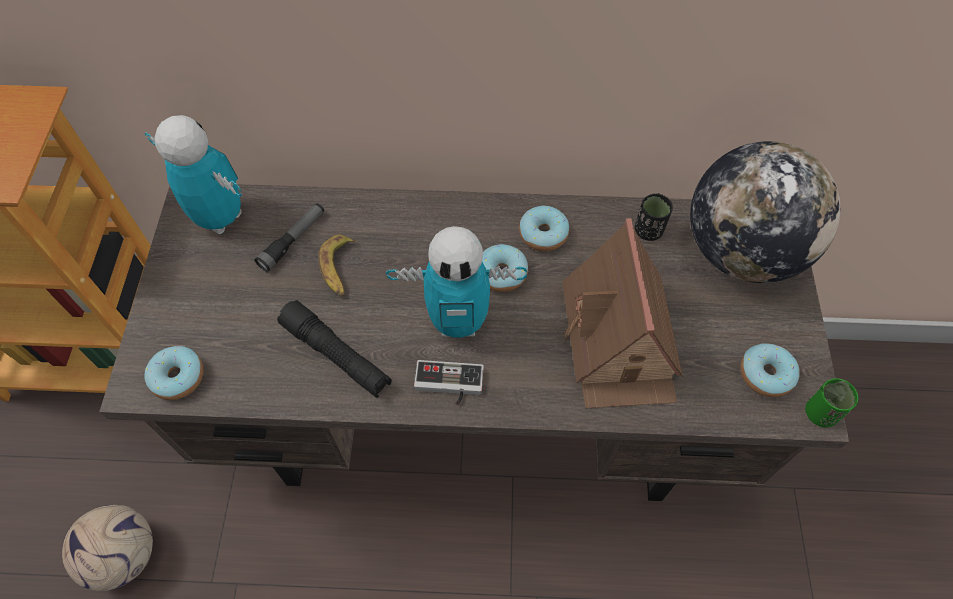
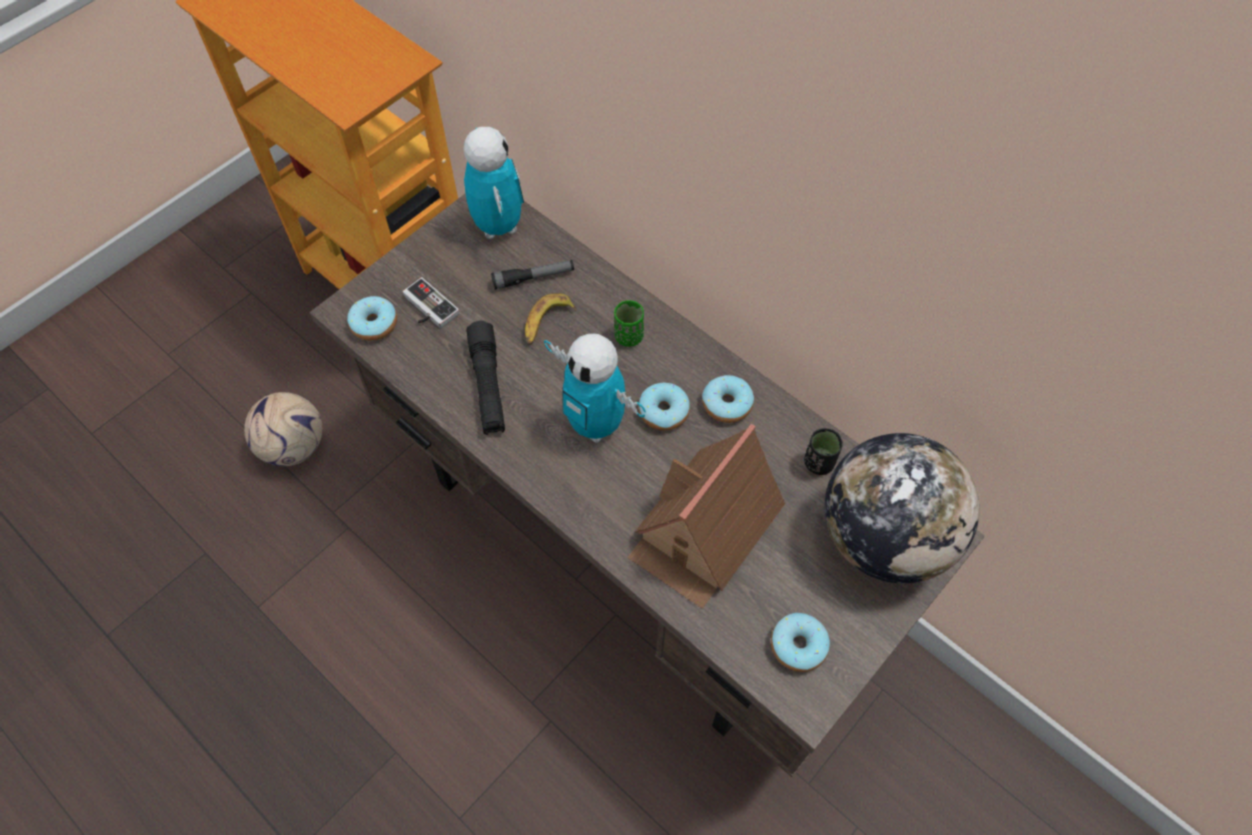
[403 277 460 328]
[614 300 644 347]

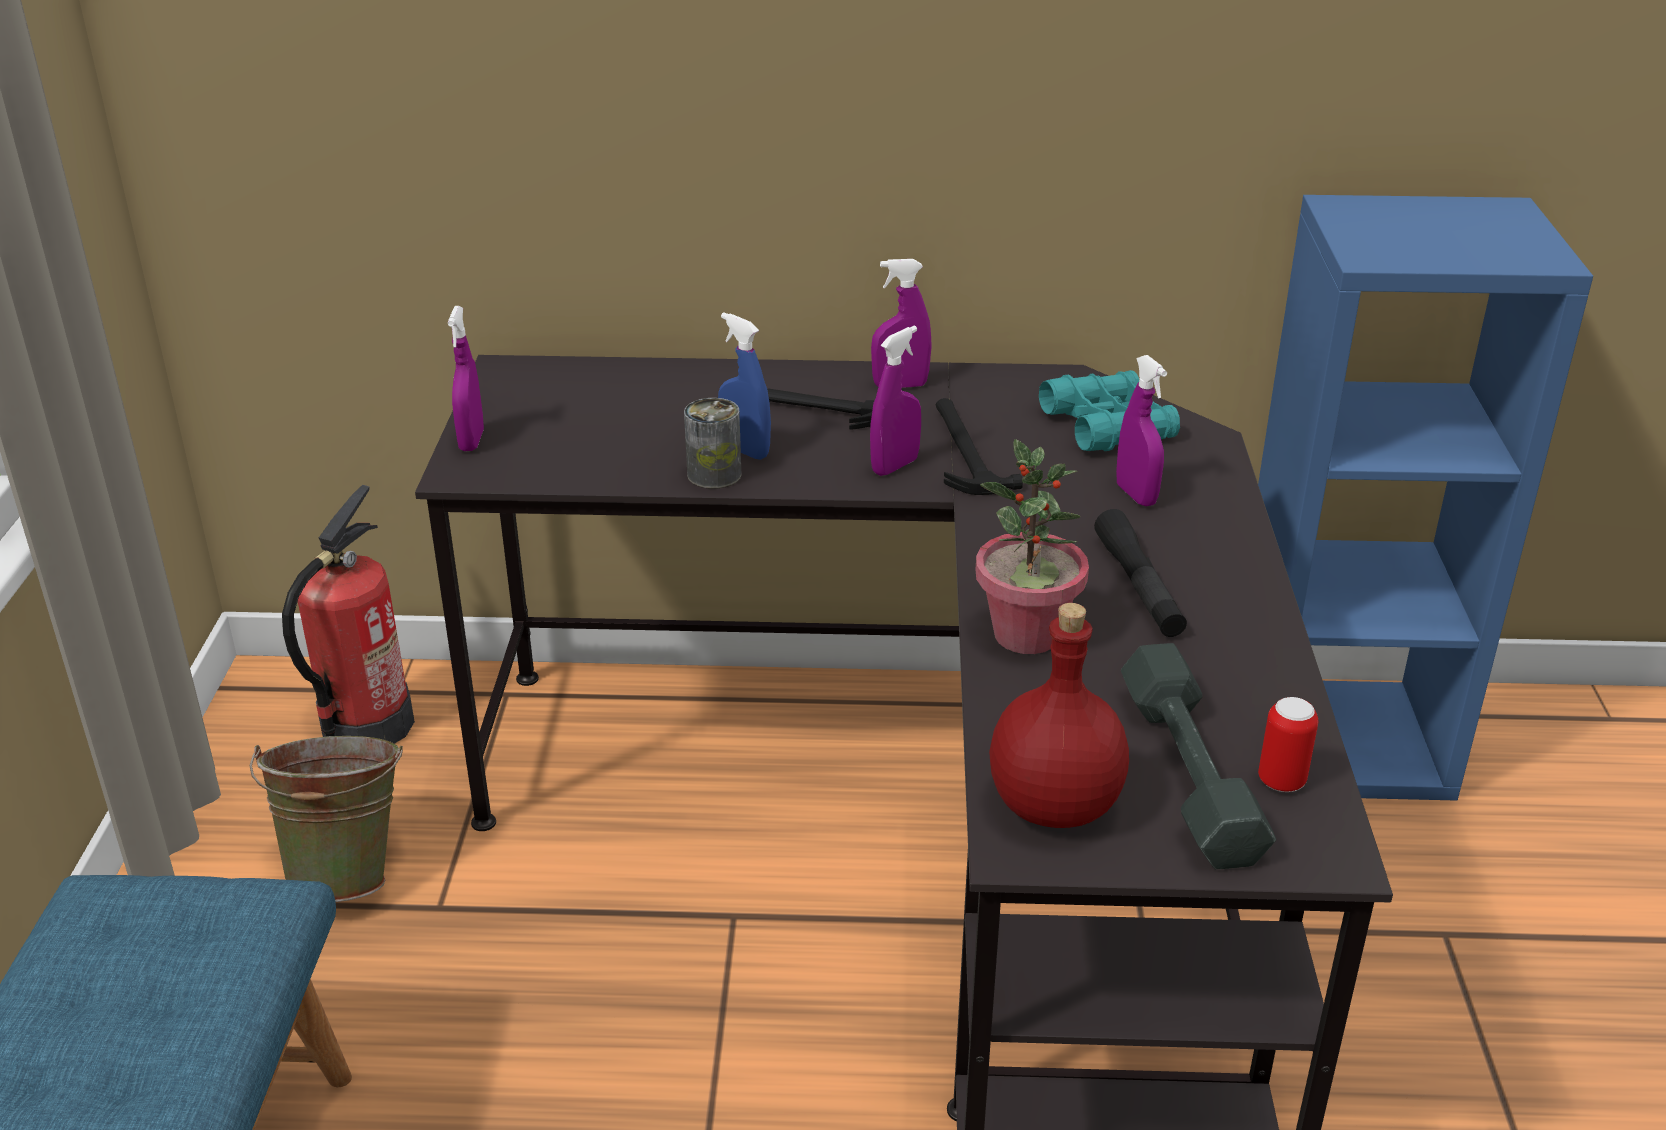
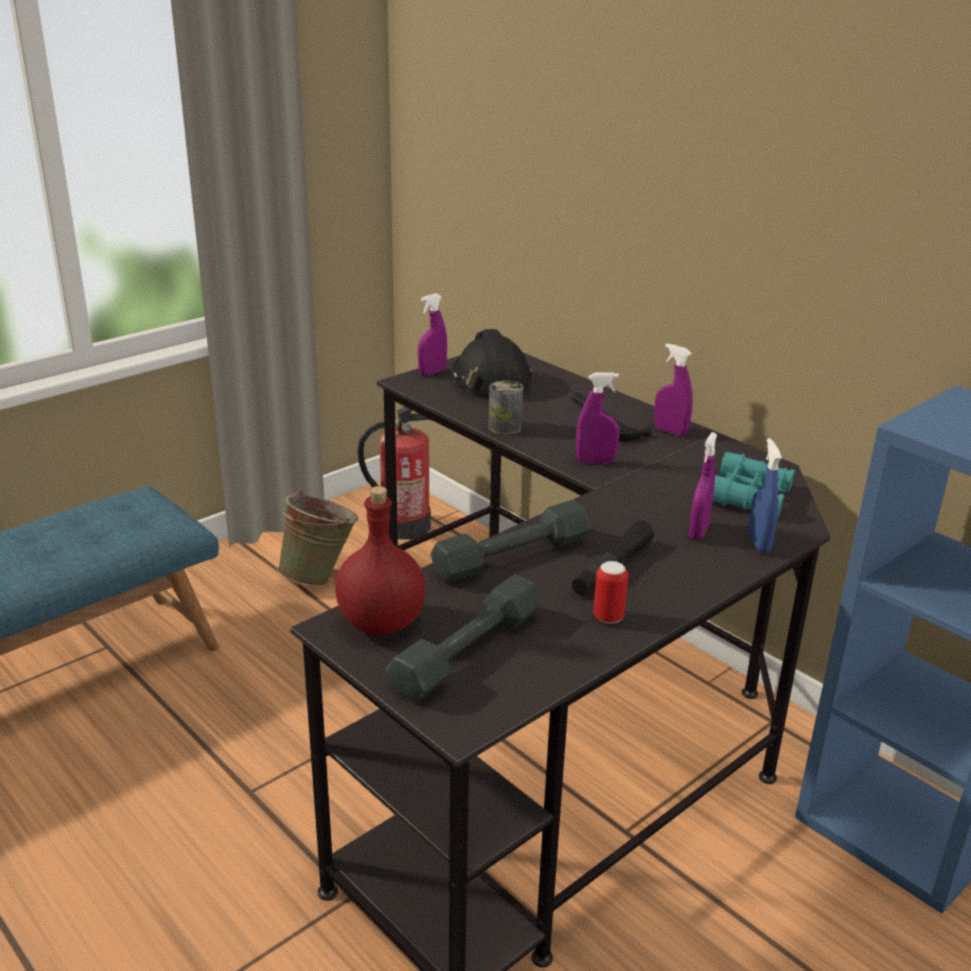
[748 438 782 553]
[936 398 1023 495] (first image)
[431 500 591 583]
[593 561 628 623]
[452 329 533 399]

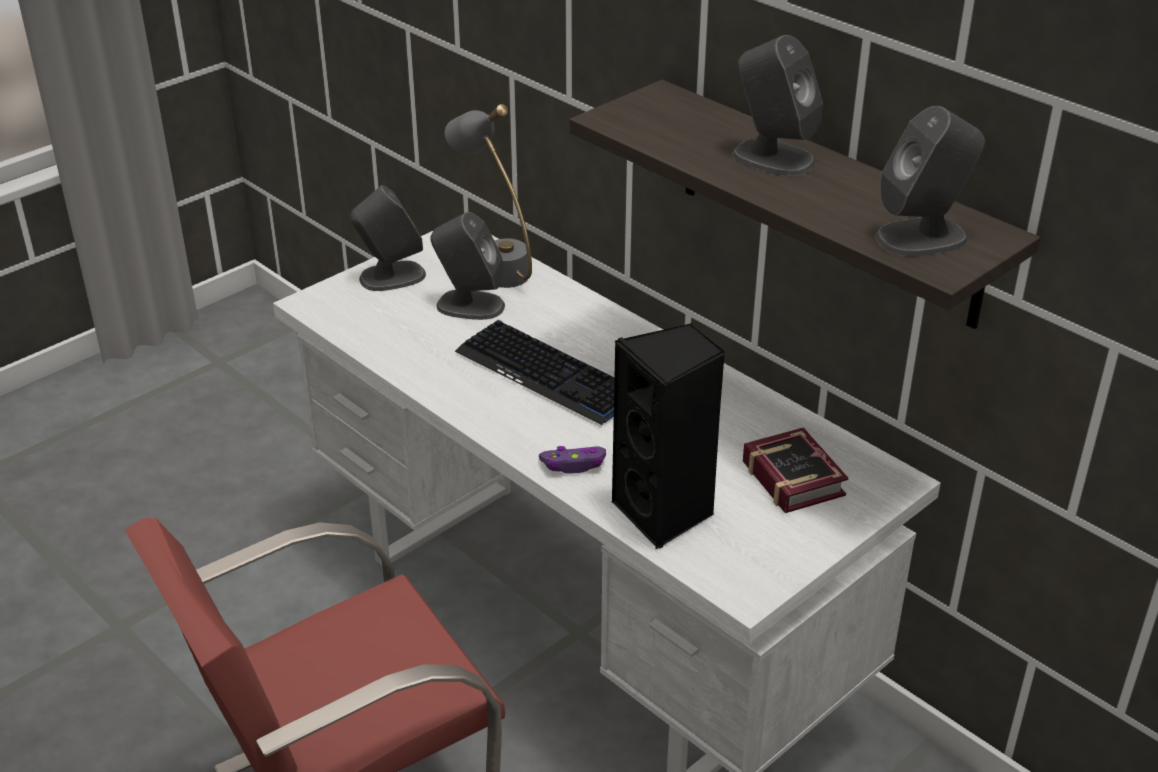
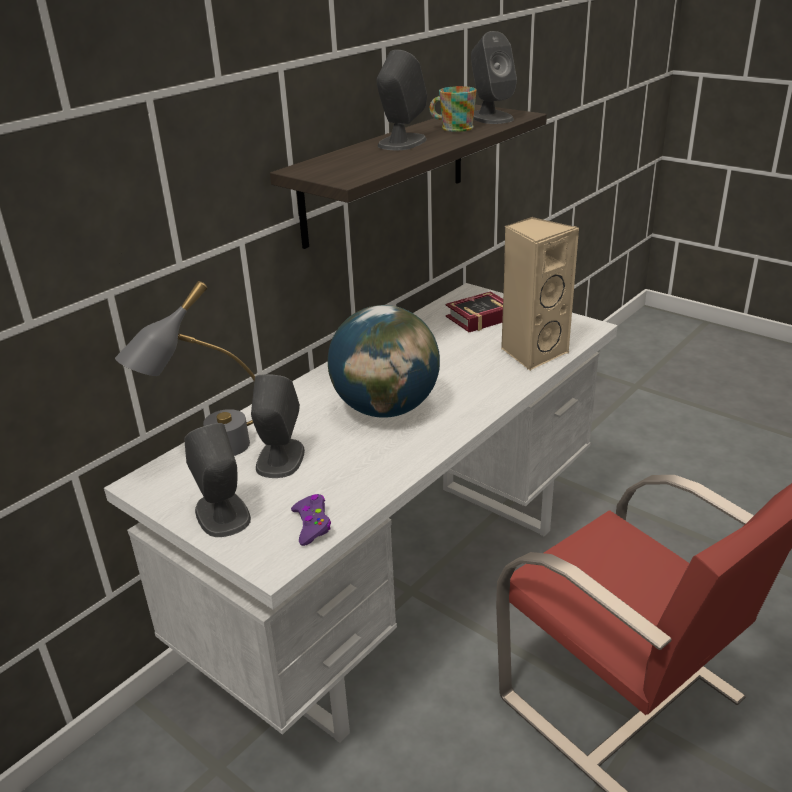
[328 305 440 418]
[291 494 331 546]
[501 217 579 371]
[429 86 477 132]

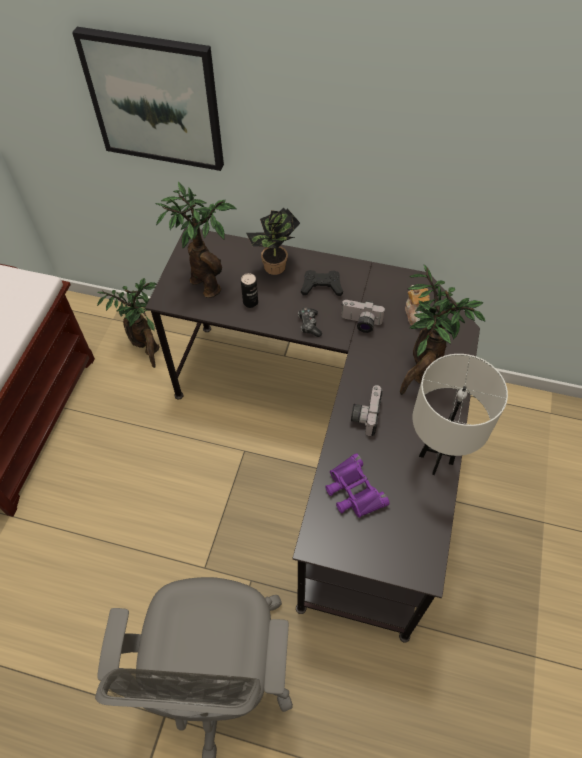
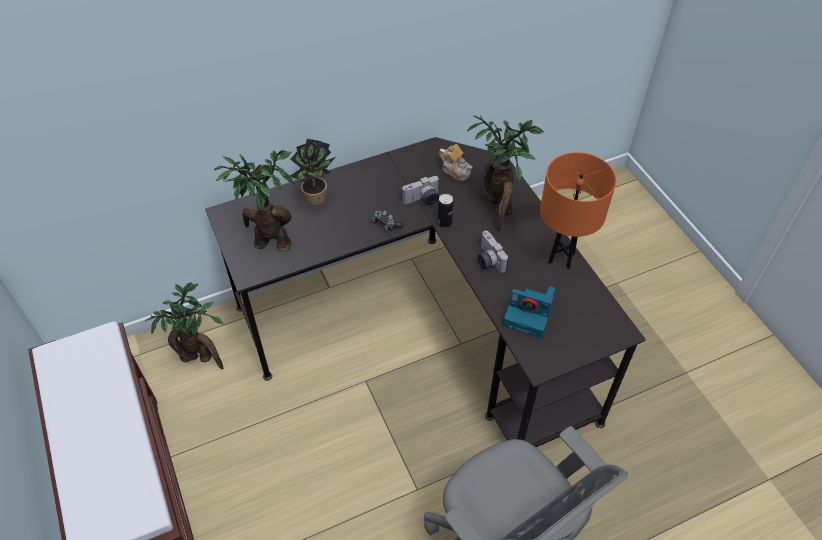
[72 27 224 171] (first image)
[437 194 454 227]
[301 270 343 296] (first image)
[503 286 555 338]
[540 152 616 269]

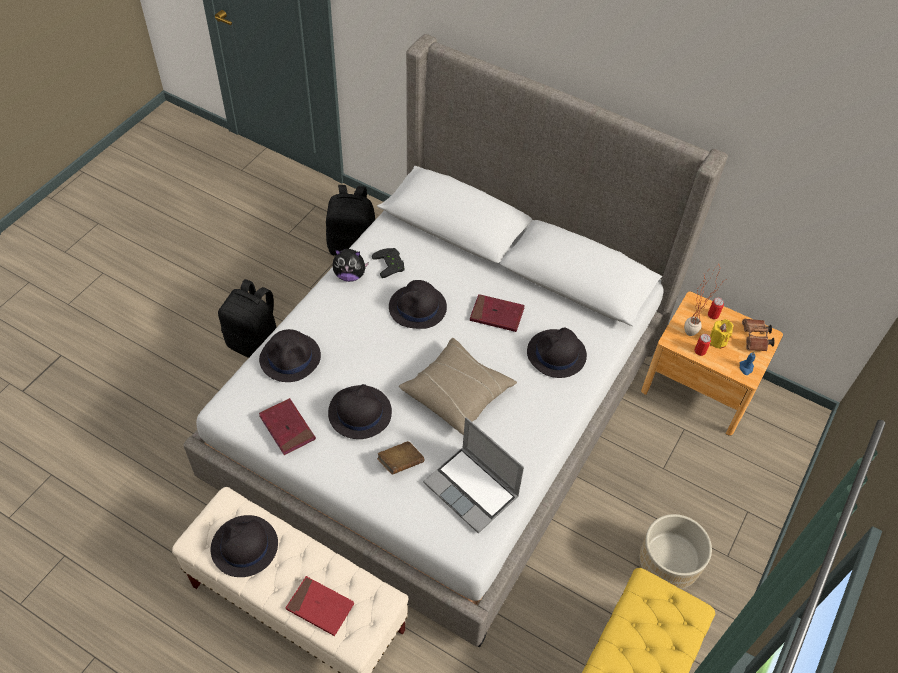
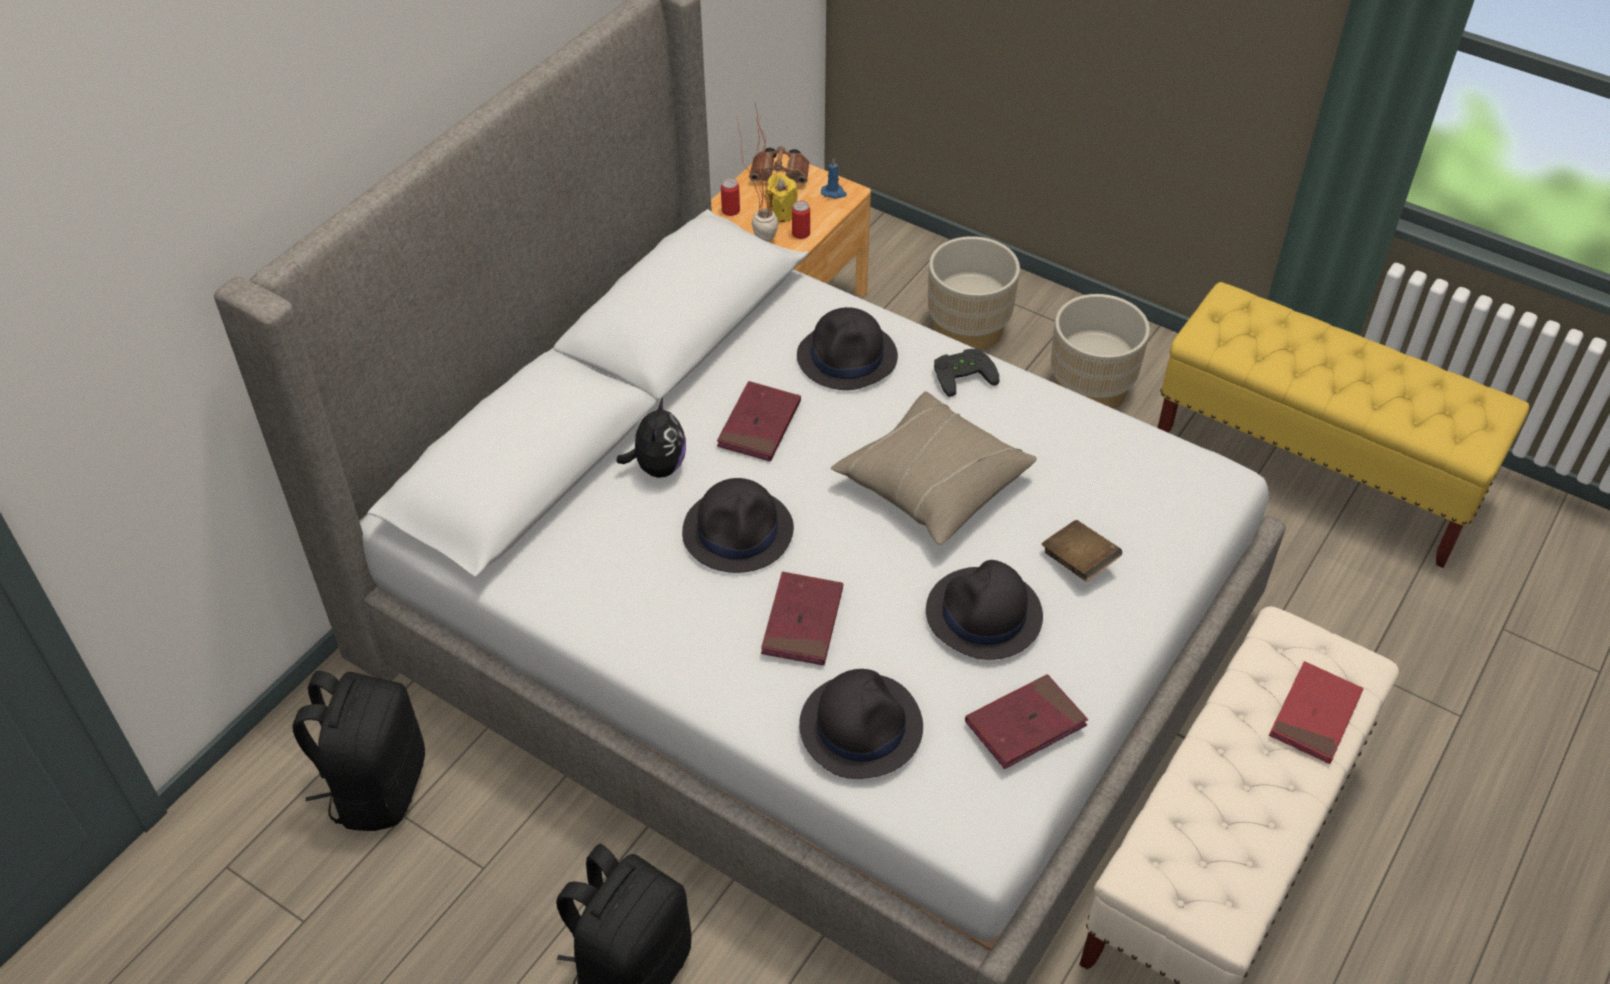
[210 515 278 577] (first image)
[616 397 686 478]
[934 349 999 397]
[423 417 524 534] (first image)
[761 572 843 665]
[928 236 1020 350]

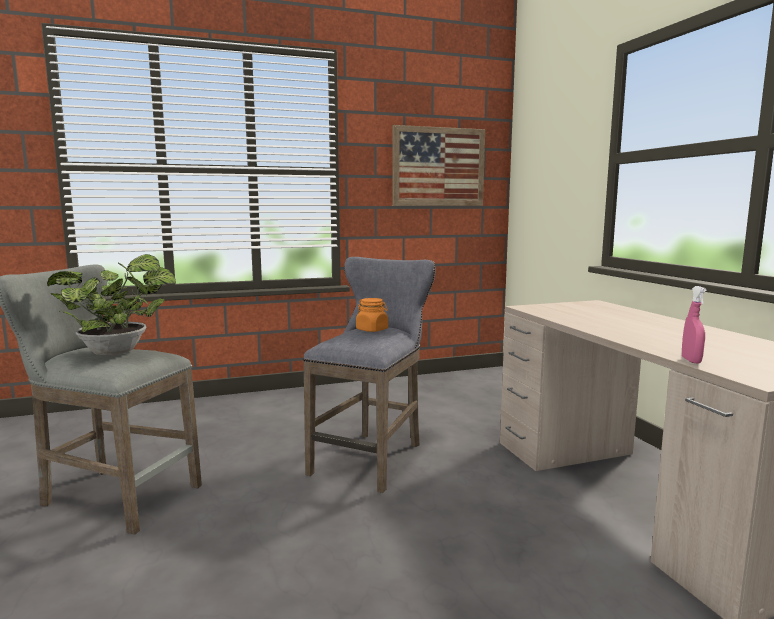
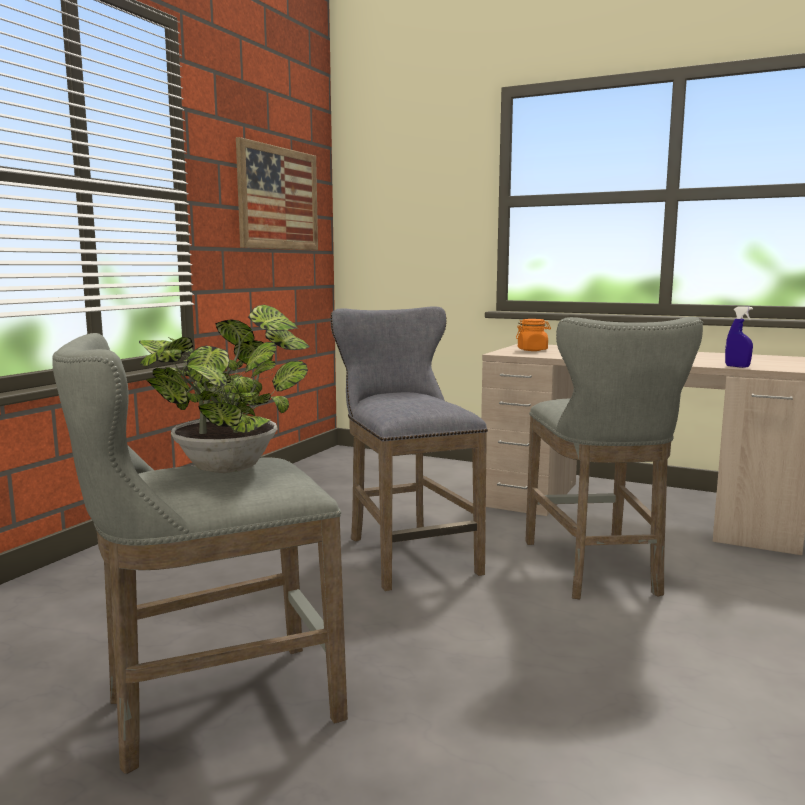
[516 319 551 351]
[725 306 753 368]
[525 317 703 599]

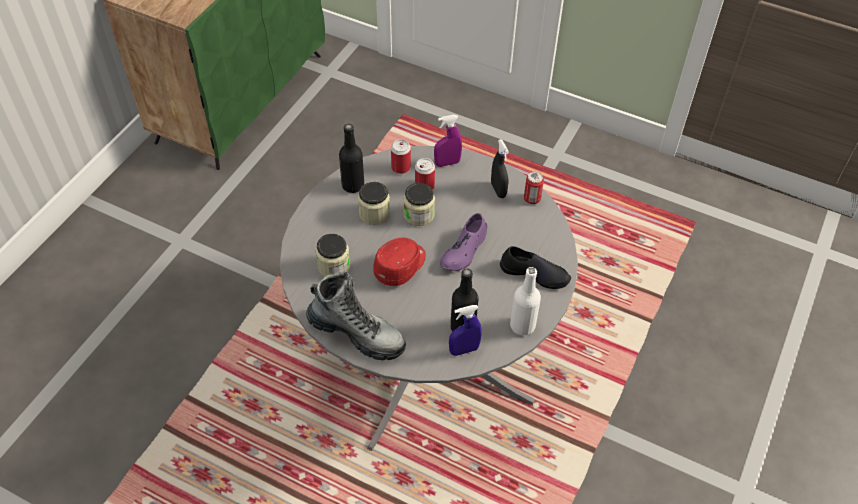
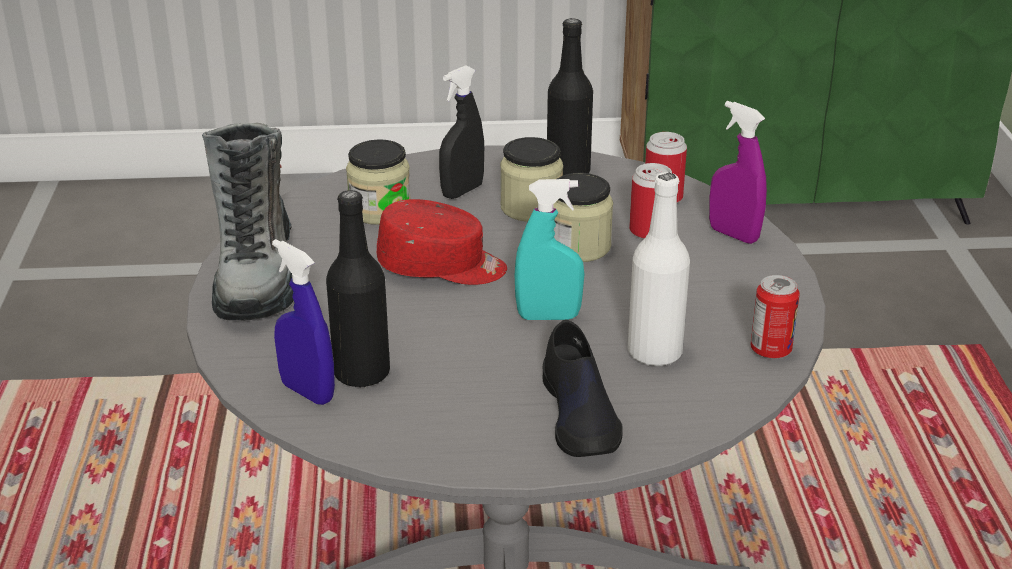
[515 179 584 320]
[439 65 484 199]
[628 172 690 366]

